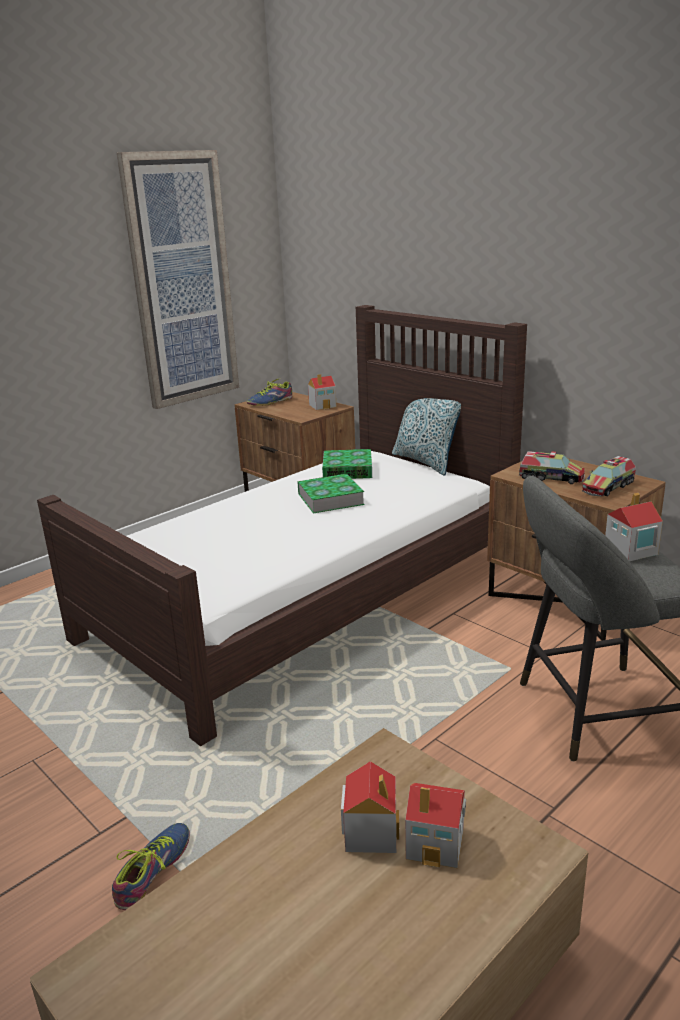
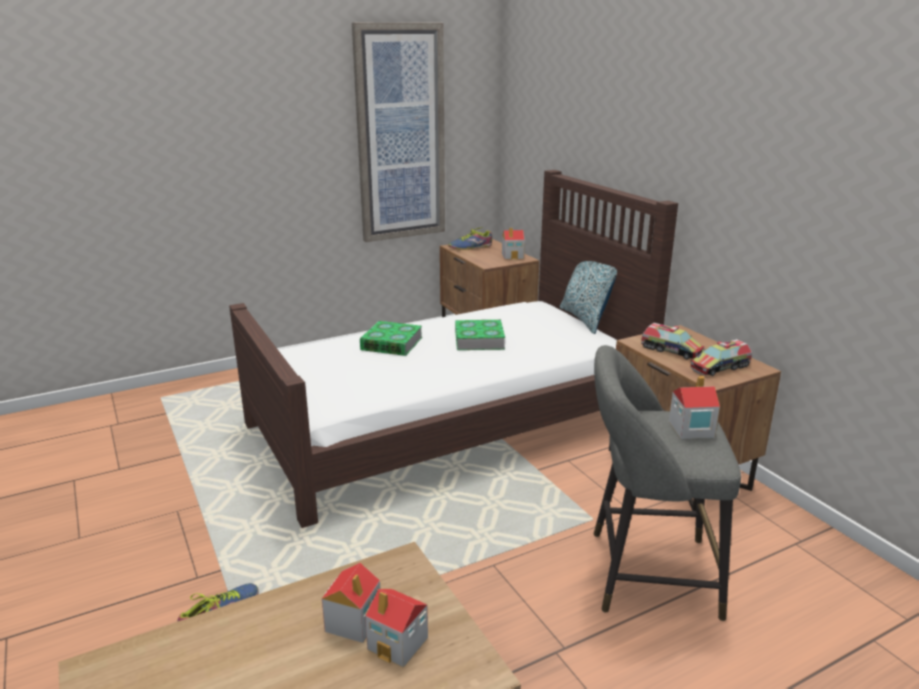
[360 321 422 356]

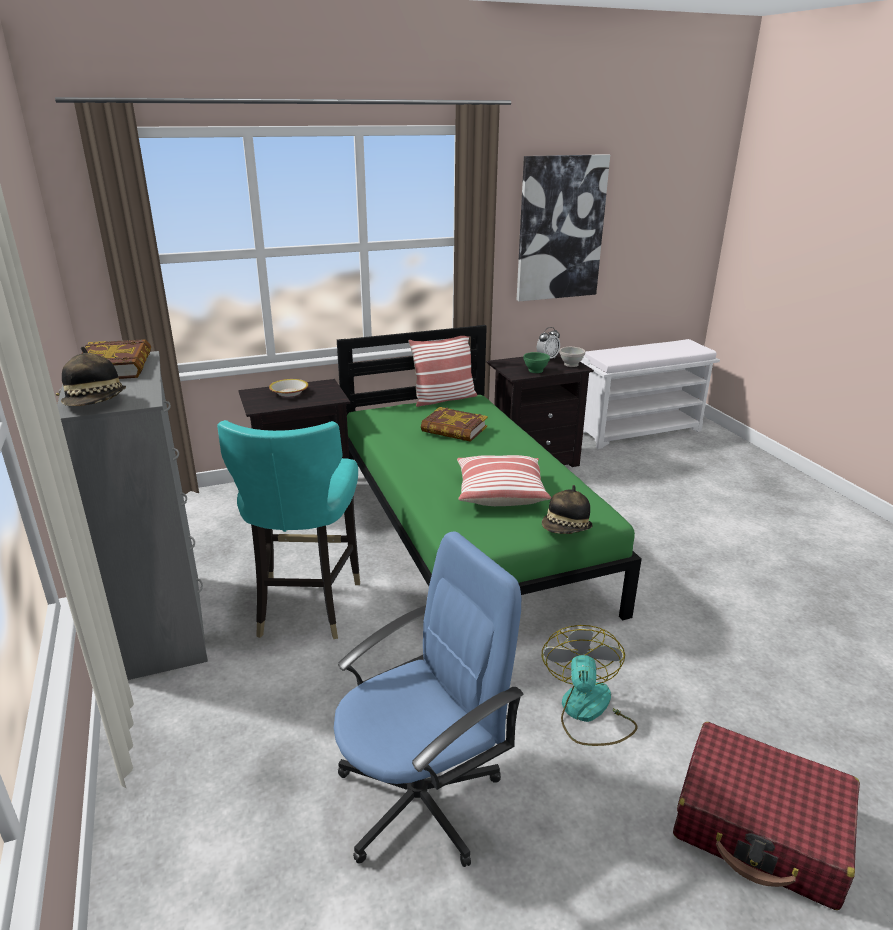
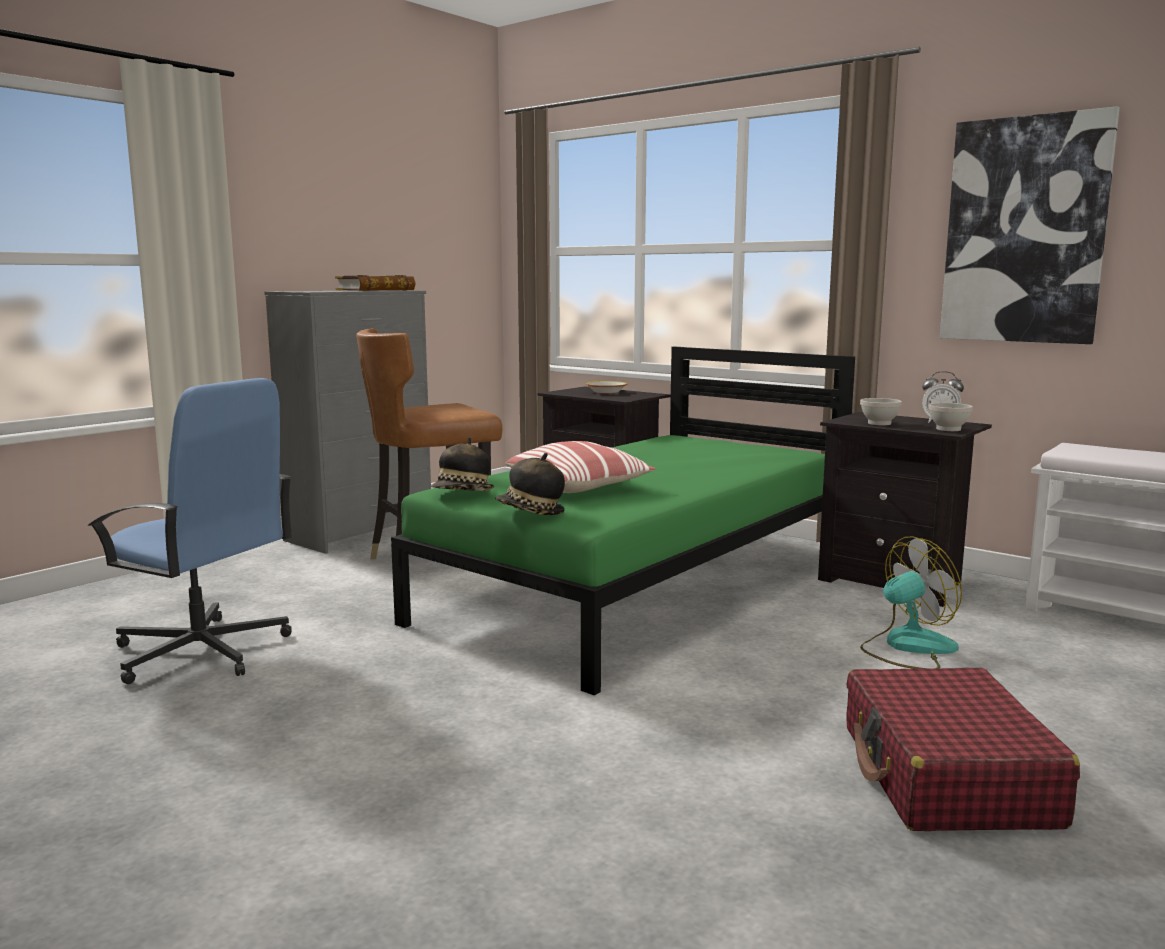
[431 437 494 491]
[356 328 502 559]
[408 336 477 407] (first image)
[421 407 488 442] (first image)
[860 398 902 425]
[860 536 962 669]
[846 668 1080 831]

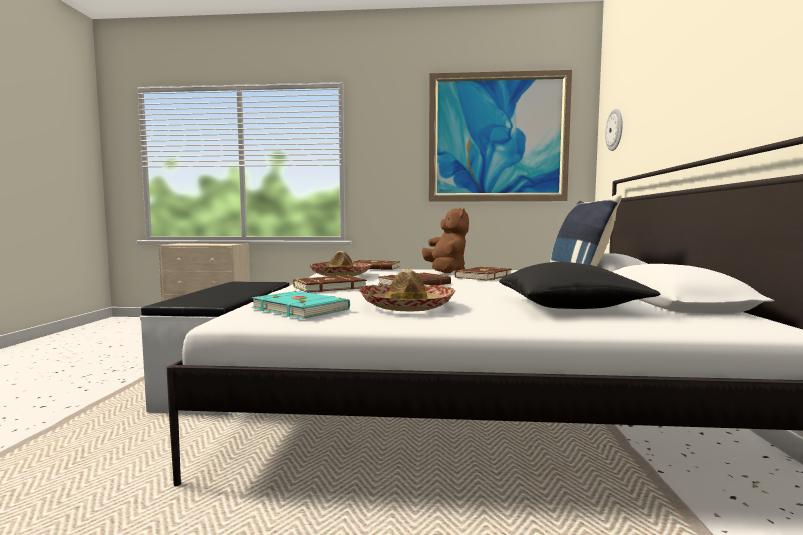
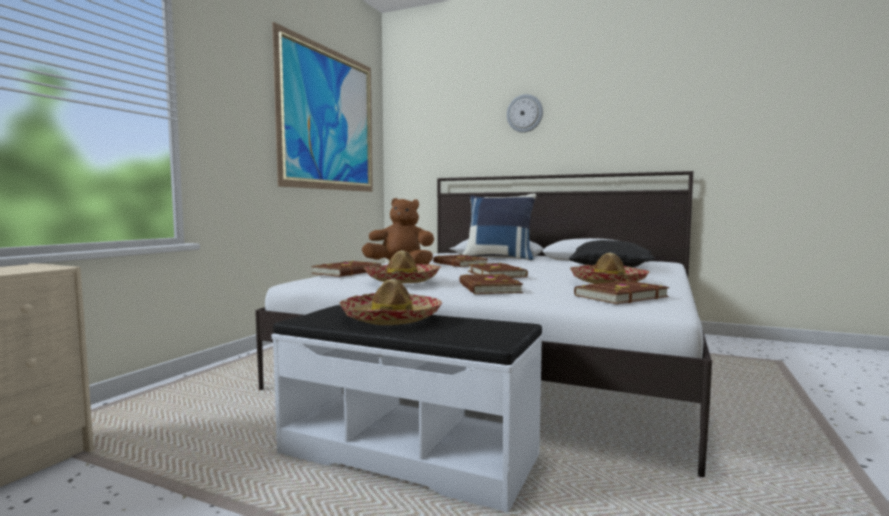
[574 280 669 304]
[507 94 543 133]
[339 279 442 325]

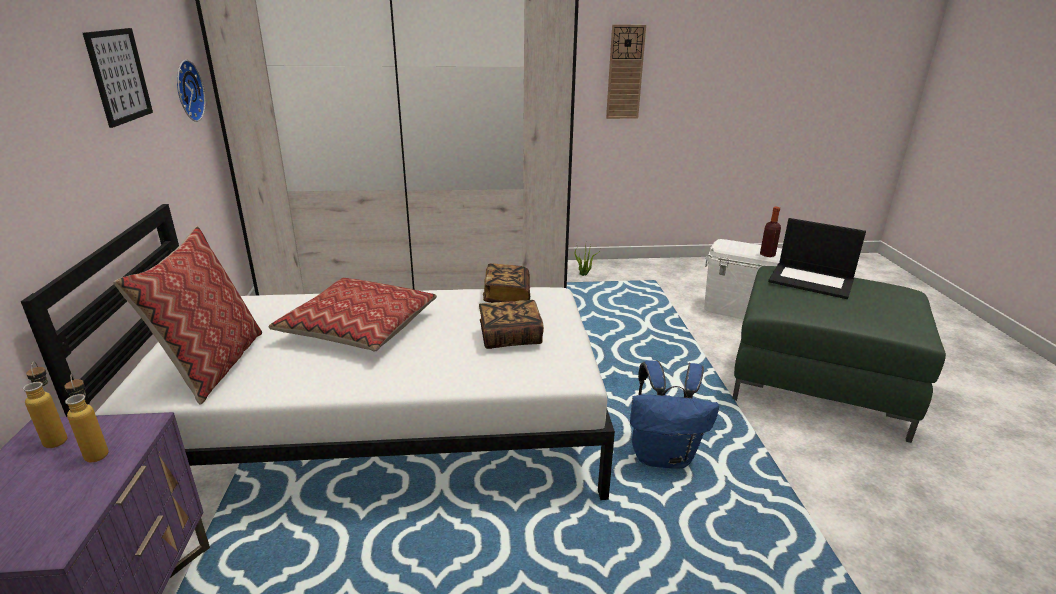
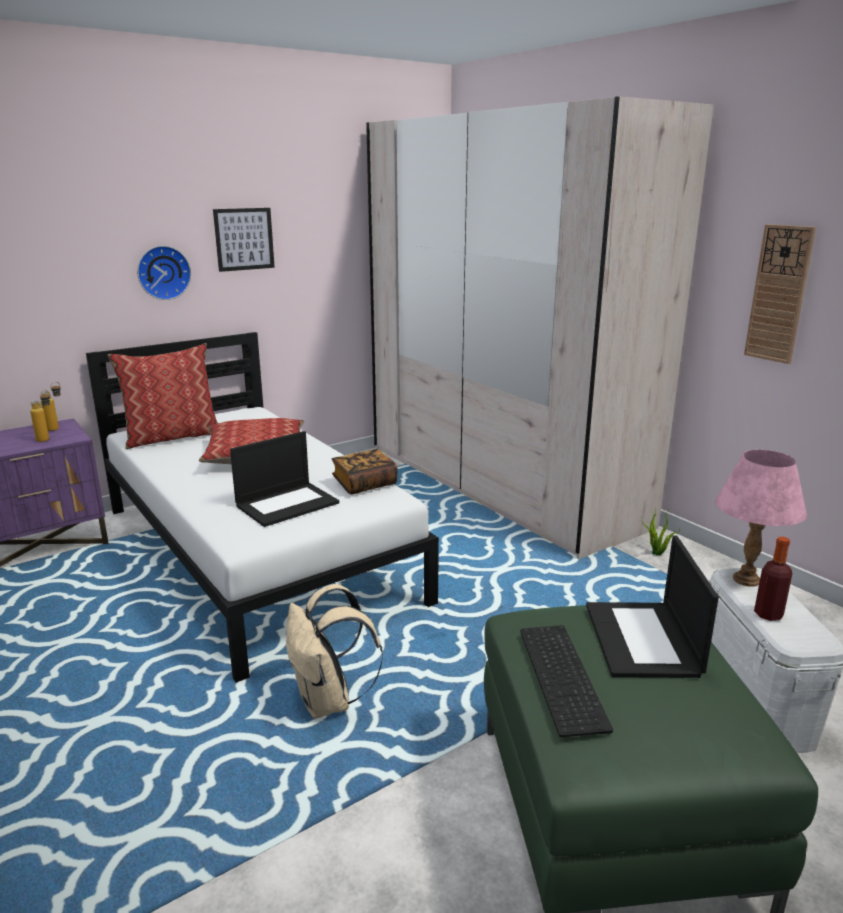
[137 246 191 300]
[230 431 339 527]
[286 584 383 719]
[520 625 613 737]
[715 450 807 587]

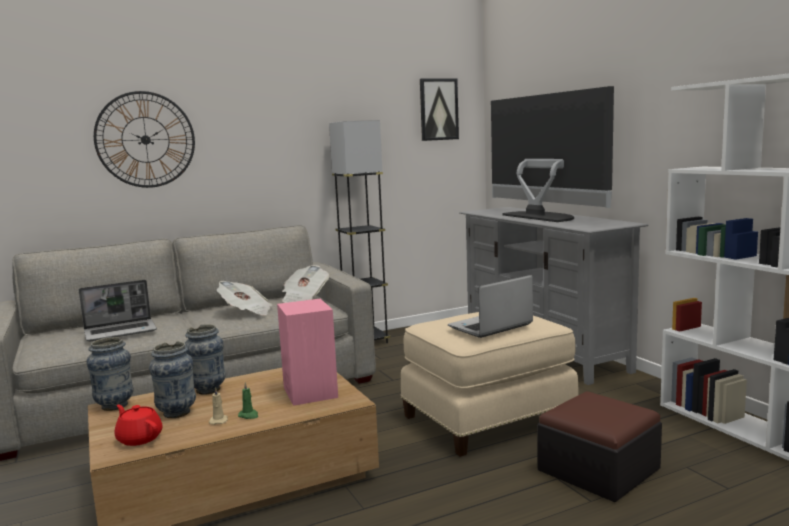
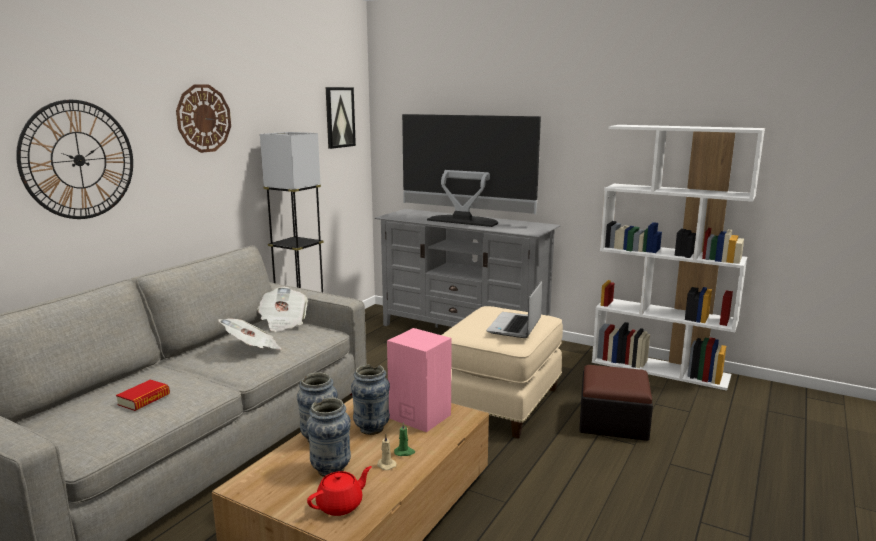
[116 380 170 411]
[351 364 390 435]
[307 466 372 516]
[176 84 231 153]

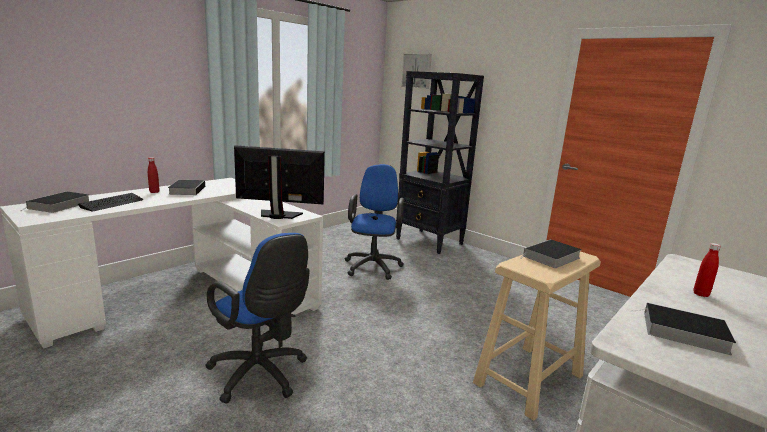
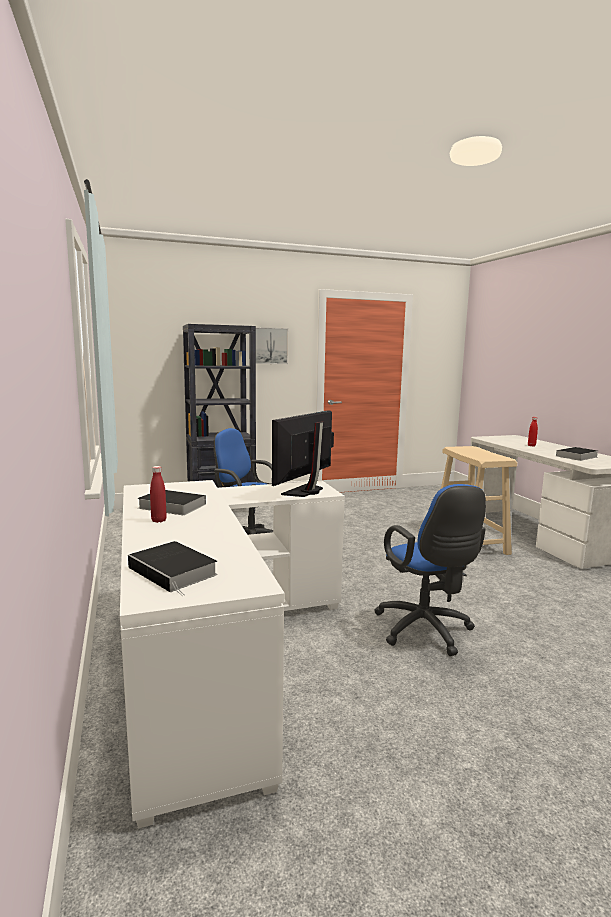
[78 193 143 211] (first image)
[374 484 486 656]
[256 327 288 364]
[521 239 582 268] (first image)

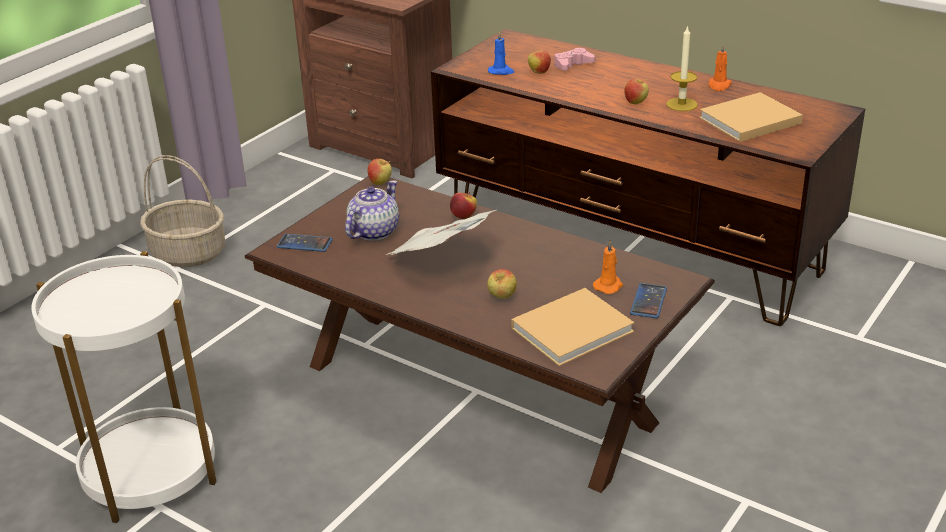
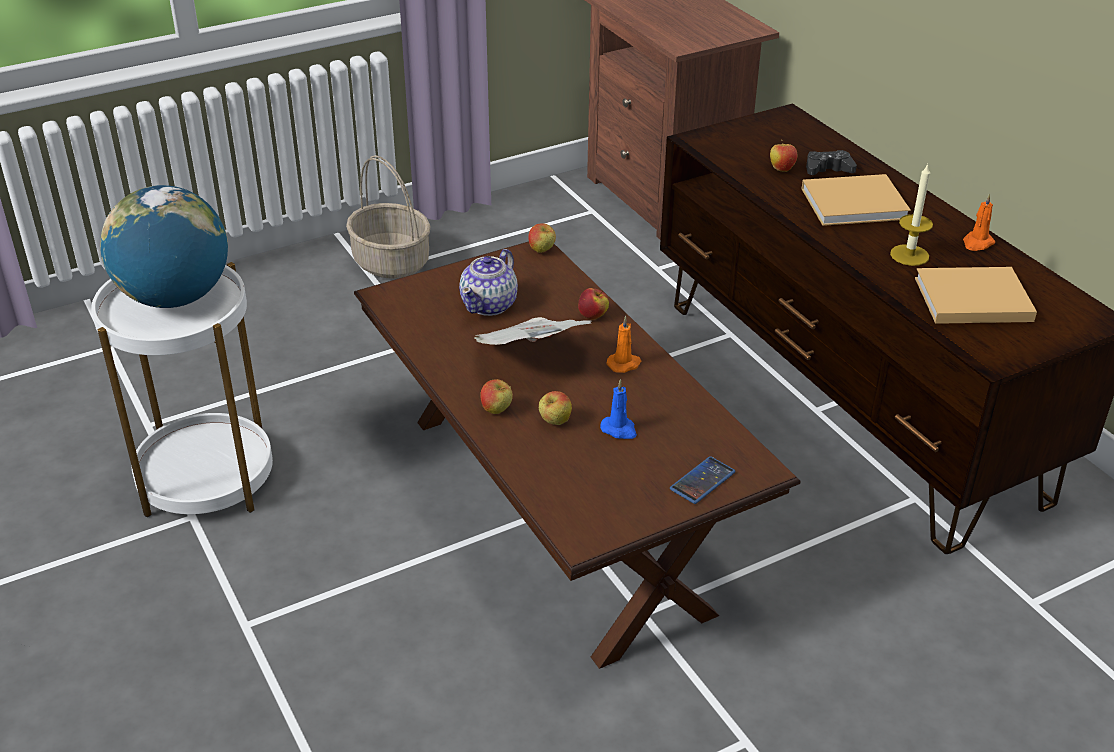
[277 234 333 252] (first image)
[459 249 518 316]
[600 379 637 439]
[802 174 911 226]
[806 150 857 175]
[606 316 641 373]
[480 379 513 414]
[100 185 228 308]

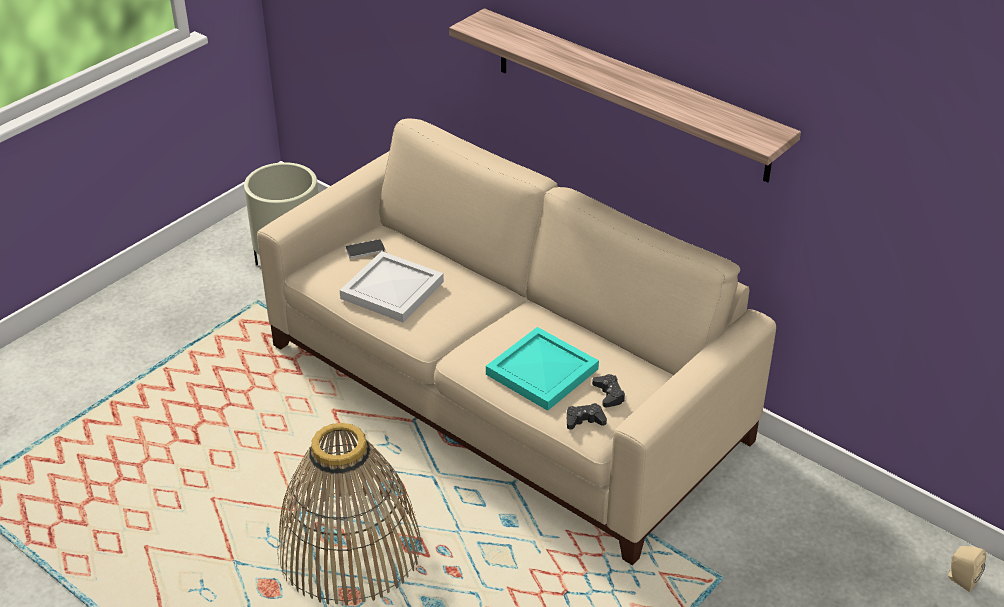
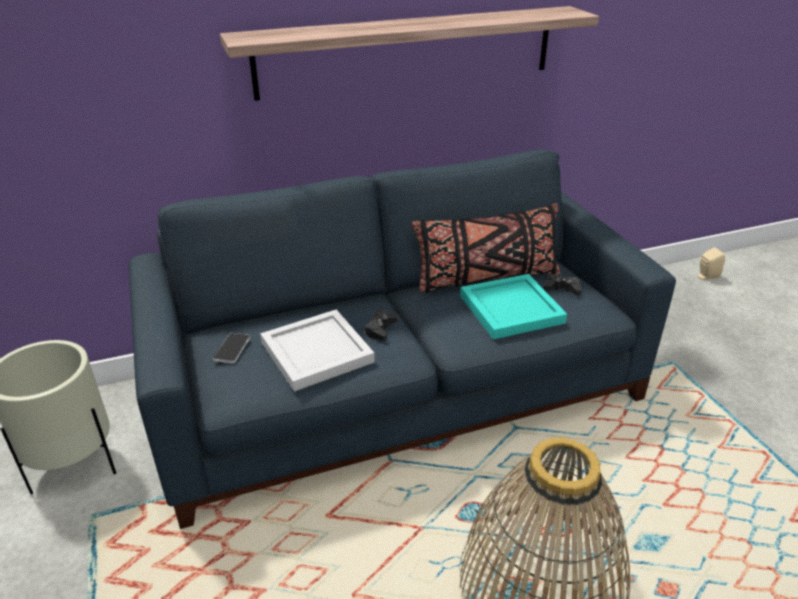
[129 149 676 529]
[365 310 398 341]
[412 203 560 293]

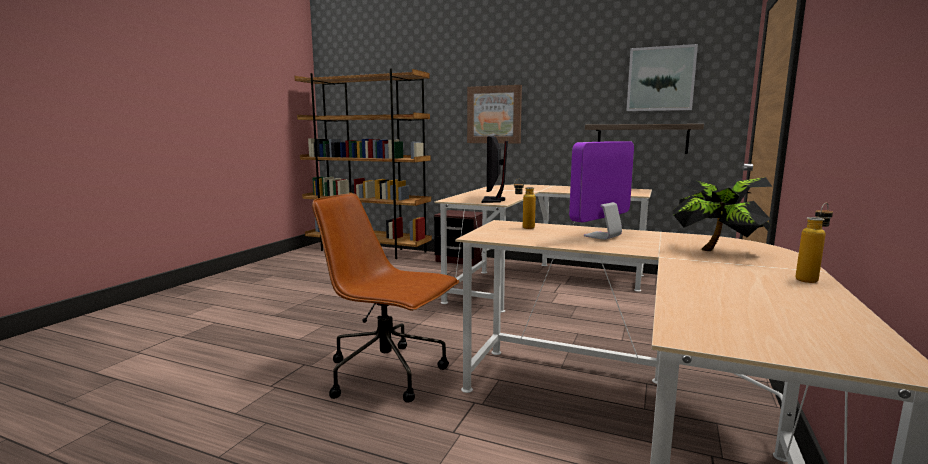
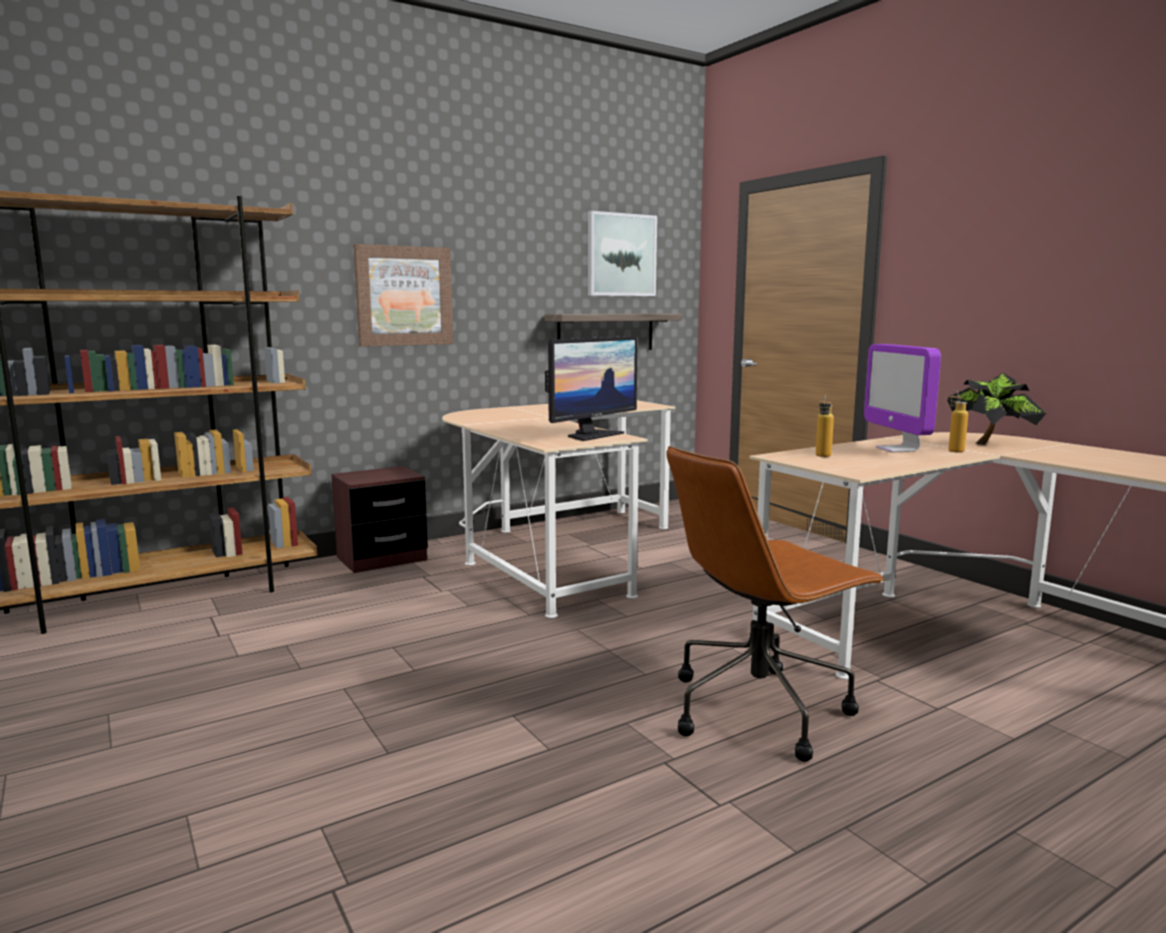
[545 336 638 441]
[949 390 968 453]

